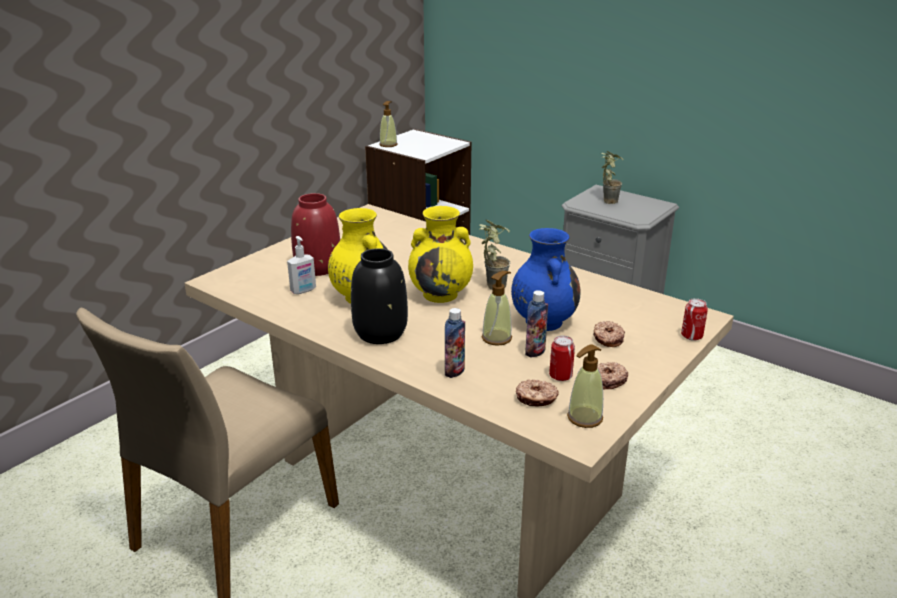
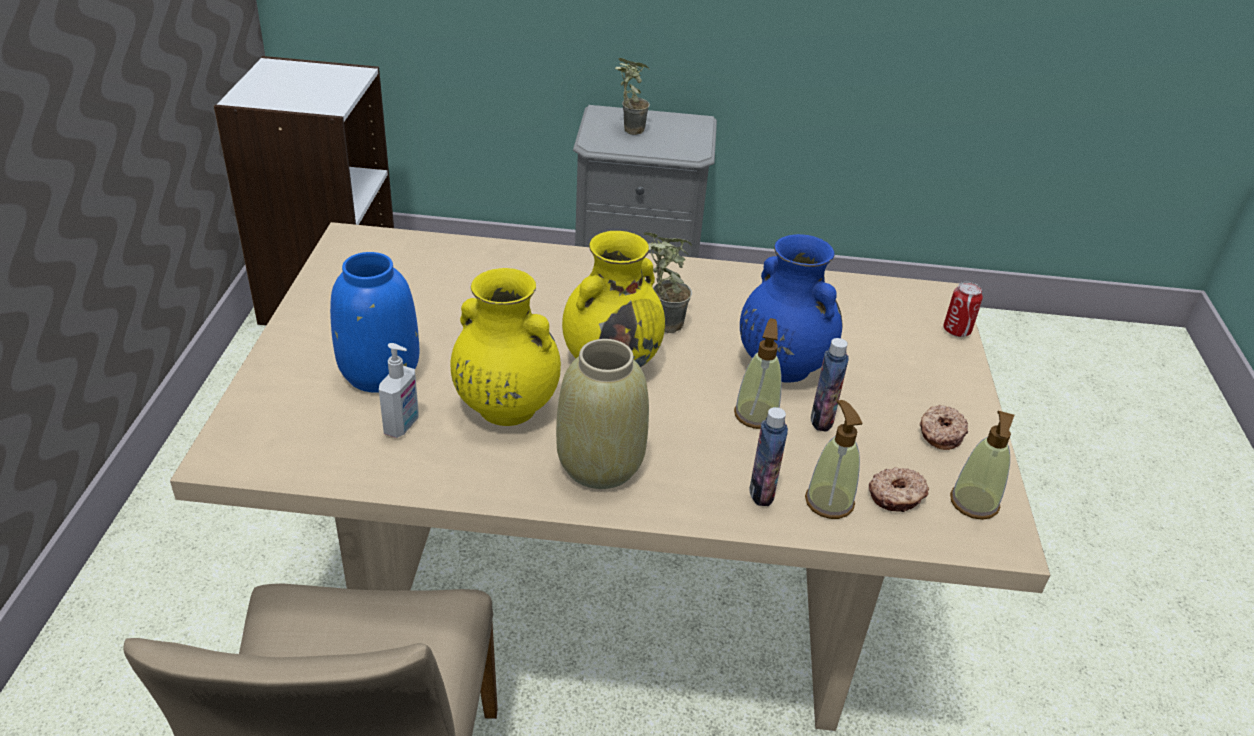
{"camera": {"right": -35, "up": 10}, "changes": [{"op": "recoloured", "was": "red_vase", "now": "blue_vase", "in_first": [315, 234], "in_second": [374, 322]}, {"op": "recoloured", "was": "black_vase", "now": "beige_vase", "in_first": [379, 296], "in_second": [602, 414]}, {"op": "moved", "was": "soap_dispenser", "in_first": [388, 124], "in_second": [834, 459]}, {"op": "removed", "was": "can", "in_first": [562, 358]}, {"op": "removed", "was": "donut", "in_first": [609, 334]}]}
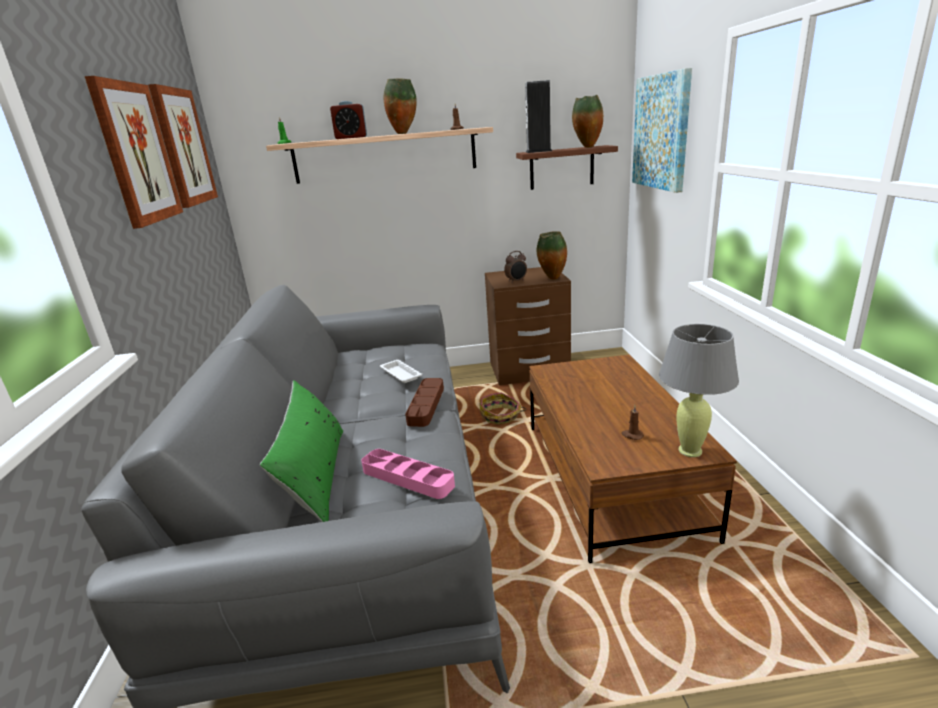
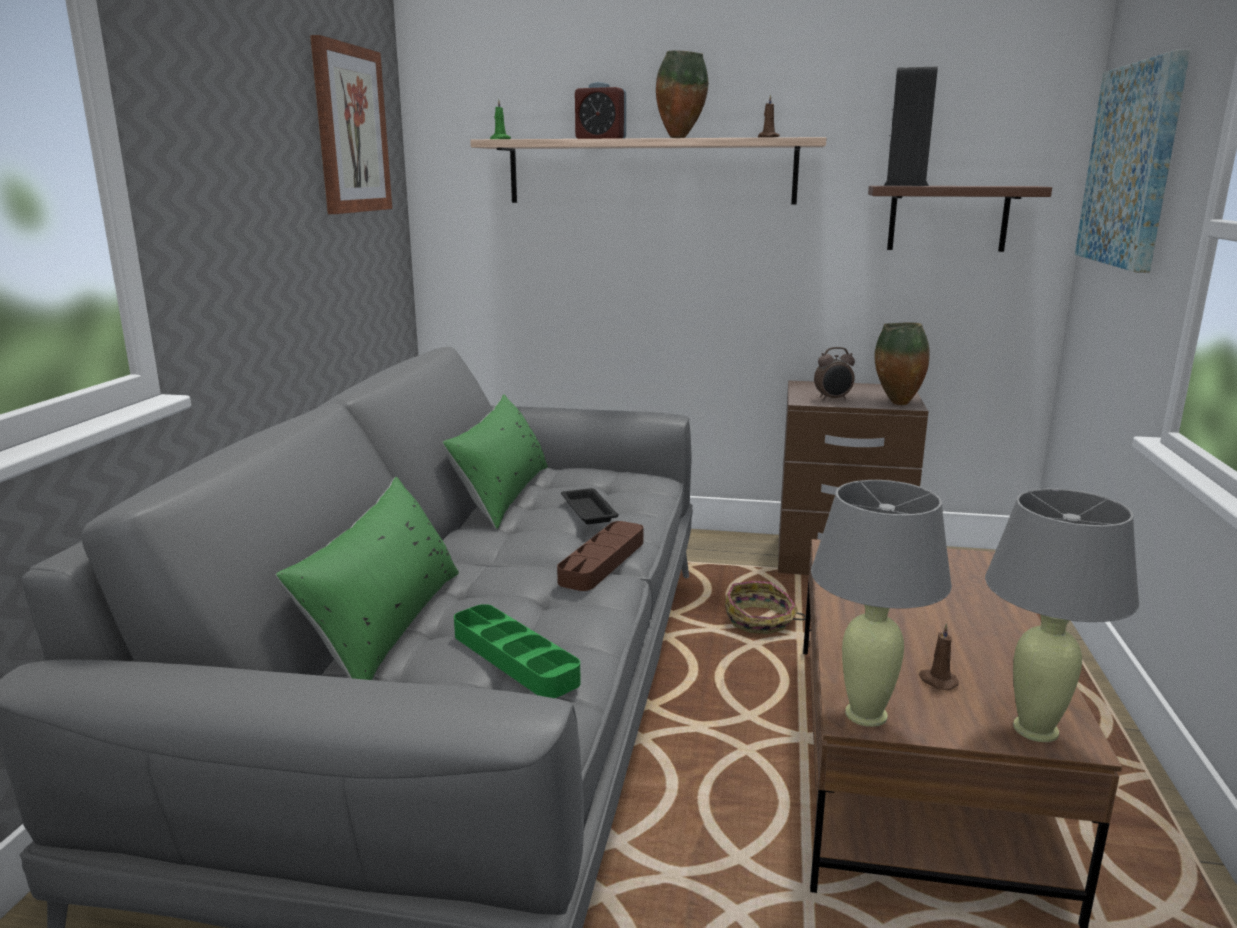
{"camera": {"right": 15, "up": -5}, "changes": [{"op": "added", "now": "green_pillow", "in_second": [495, 461]}, {"op": "recoloured", "was": "pink_tray", "now": "green_tray", "in_first": [408, 474], "in_second": [517, 651]}, {"op": "recoloured", "was": "white_tray", "now": "black_tray", "in_first": [401, 371], "in_second": [589, 506]}, {"op": "added", "now": "grey_table_lamp", "in_second": [881, 603]}, {"op": "removed", "was": "picture", "in_first": [134, 152]}, {"op": "removed", "was": "vase", "in_first": [587, 121]}]}
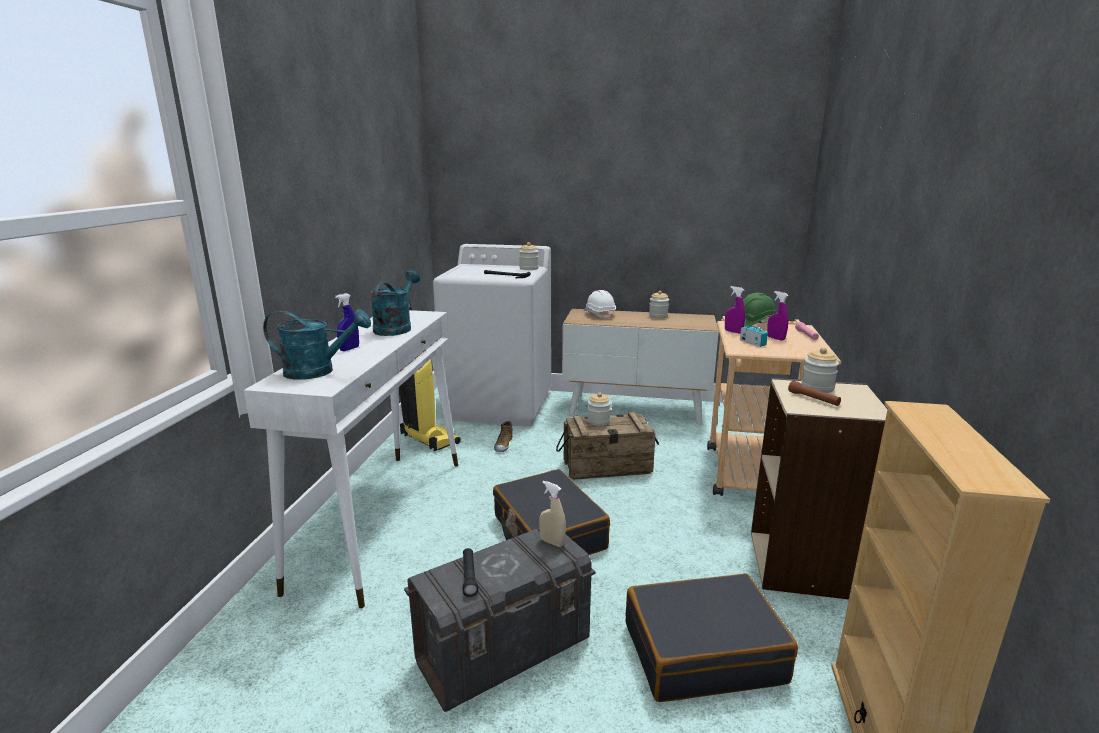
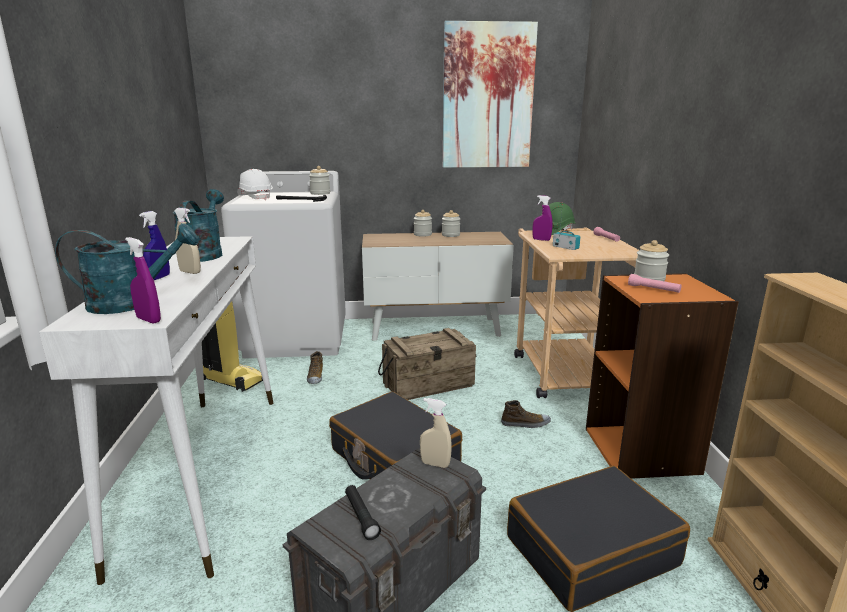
{"camera": {"right": -15, "up": 0}, "changes": [{"op": "moved", "was": "purple_spray_bottle", "in_first": [777, 316], "in_second": [143, 280]}, {"op": "added", "now": "beige_spray_bottle", "in_second": [187, 241]}, {"op": "moved", "was": "white_hard_hat", "in_first": [600, 304], "in_second": [255, 184]}, {"op": "moved", "was": "jar", "in_first": [599, 409], "in_second": [423, 223]}, {"op": "added", "now": "picture", "in_second": [490, 94]}, {"op": "added", "now": "shoe", "in_second": [526, 414]}, {"op": "recoloured", "was": "beige_bookcase", "now": "orange_bookcase", "in_first": [819, 488], "in_second": [662, 376]}, {"op": "recoloured", "was": "brown_flashlight", "now": "pink_flashlight", "in_first": [814, 393], "in_second": [655, 283]}]}
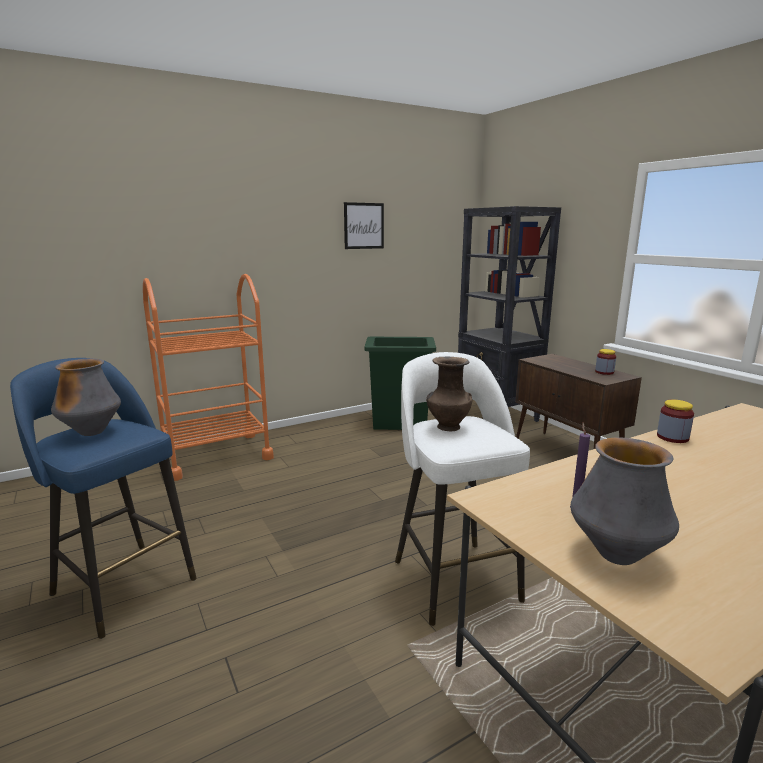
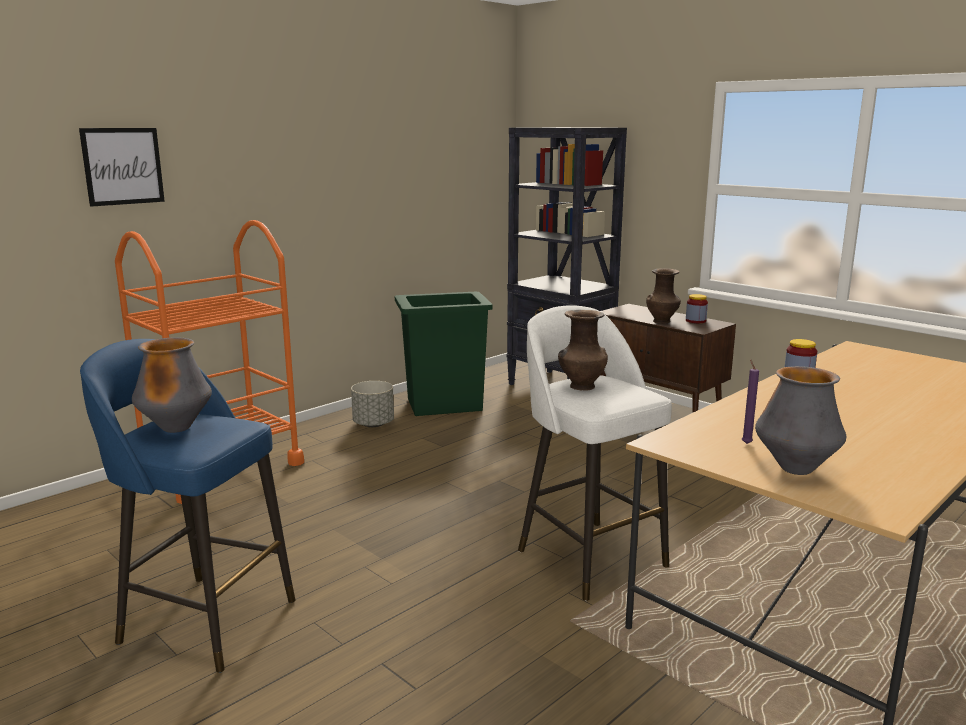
{"camera": {"right": -15, "up": 0}, "changes": [{"op": "moved", "was": "picture", "in_first": [364, 225], "in_second": [122, 167]}, {"op": "added", "now": "grey_planter", "in_second": [372, 404]}, {"op": "added", "now": "brown_vase", "in_second": [663, 295]}]}
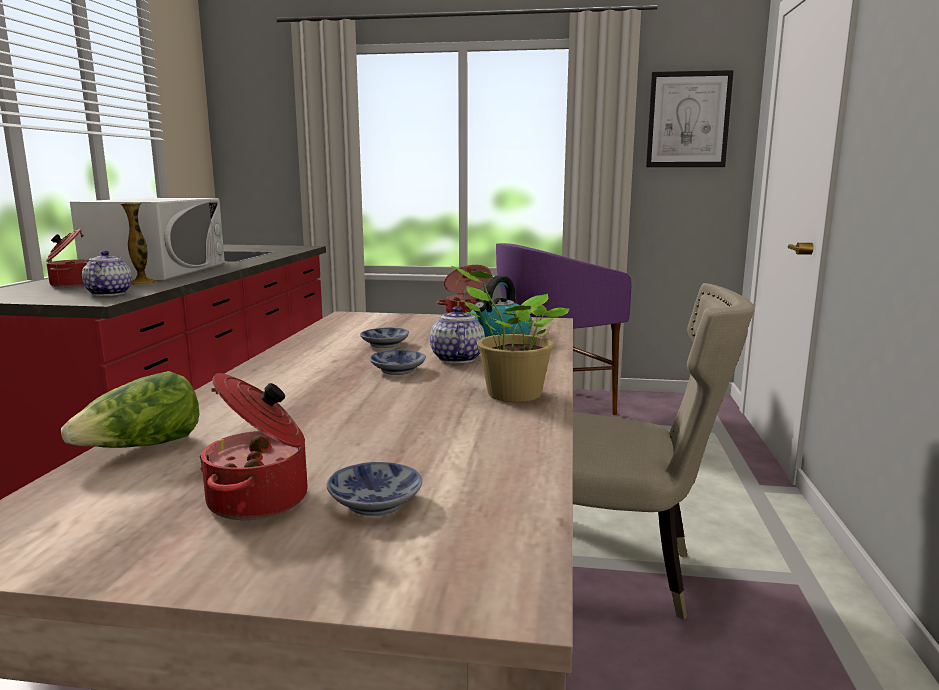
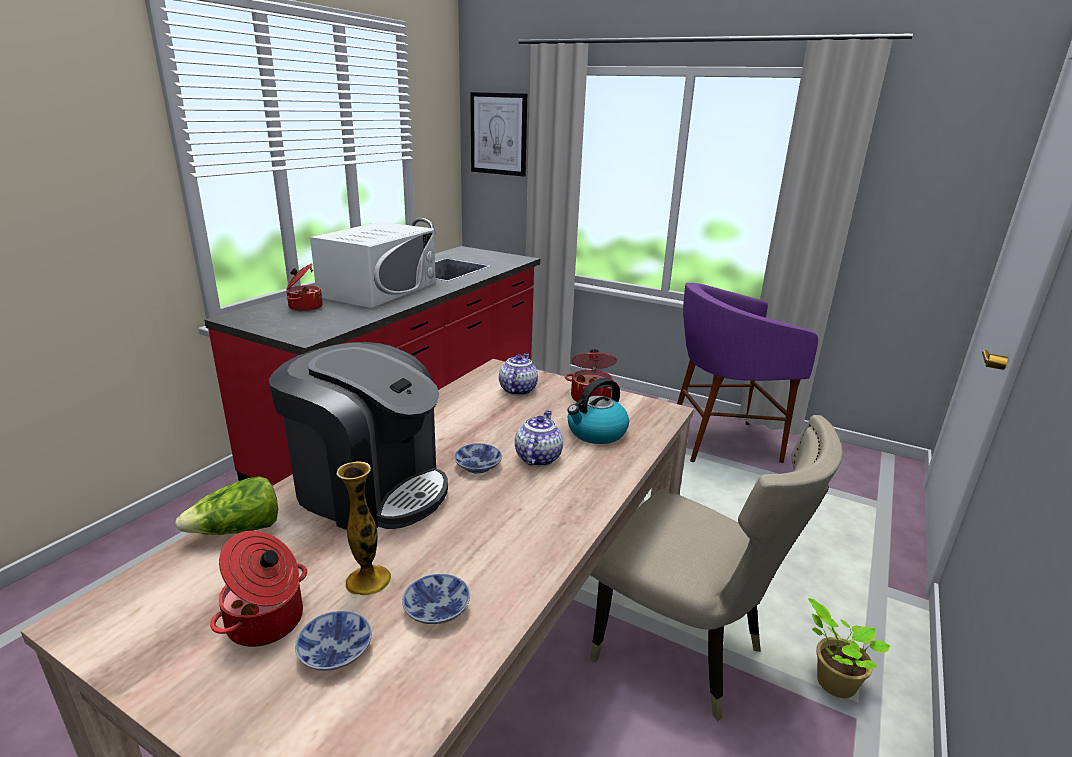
{"camera": {"right": 20, "up": 10}, "changes": [{"op": "added", "now": "coffee_machine", "in_second": [358, 436]}, {"op": "moved", "was": "vase", "in_first": [139, 244], "in_second": [364, 528]}, {"op": "moved", "was": "bowl", "in_first": [384, 337], "in_second": [436, 599]}, {"op": "moved", "was": "picture", "in_first": [690, 118], "in_second": [498, 134]}, {"op": "moved", "was": "teapot", "in_first": [107, 273], "in_second": [518, 374]}, {"op": "moved", "was": "potted_plant", "in_first": [510, 334], "in_second": [849, 648]}]}
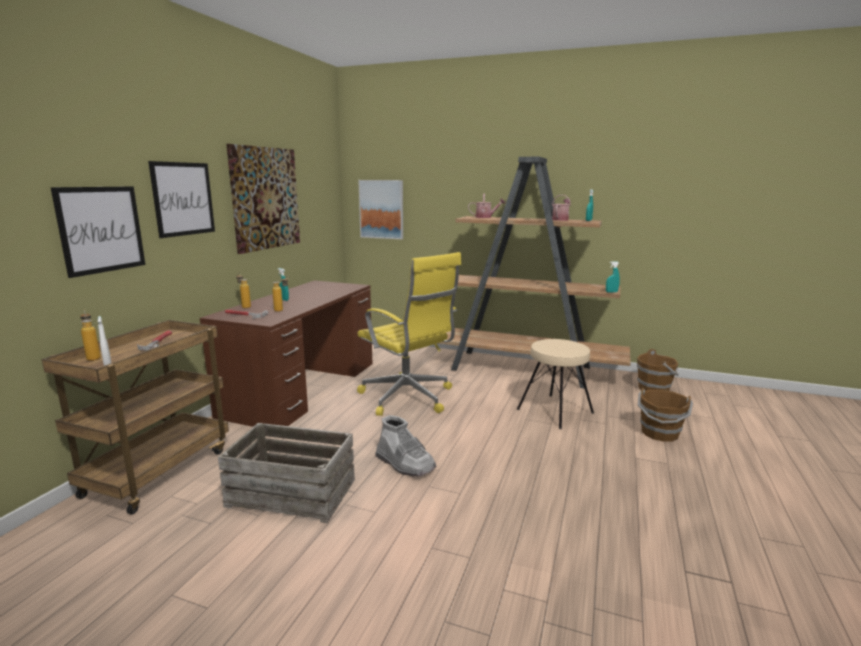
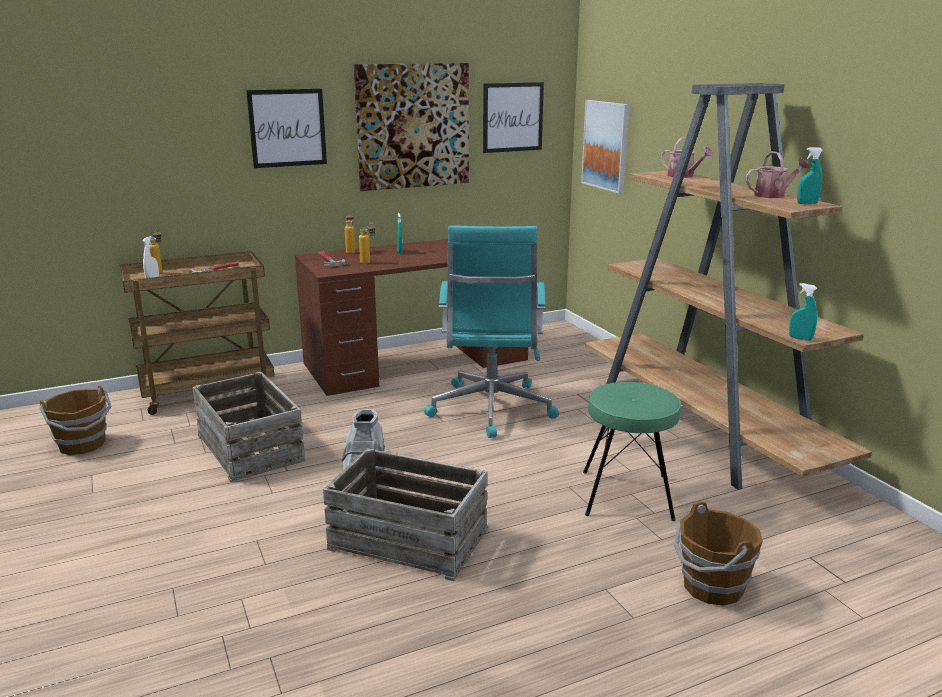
{"camera": {"right": 45, "up": 5}, "changes": [{"op": "moved", "was": "brown_bucket", "in_first": [658, 370], "in_second": [76, 420]}, {"op": "added", "now": "crate", "in_second": [405, 514]}, {"op": "recoloured", "was": "yellow_office_chair", "now": "turquoise_office_chair", "in_first": [409, 334], "in_second": [491, 331]}, {"op": "moved", "was": "picture", "in_first": [98, 232], "in_second": [513, 117]}, {"op": "recoloured", "was": "beige_stool", "now": "green_stool", "in_first": [555, 384], "in_second": [632, 451]}]}
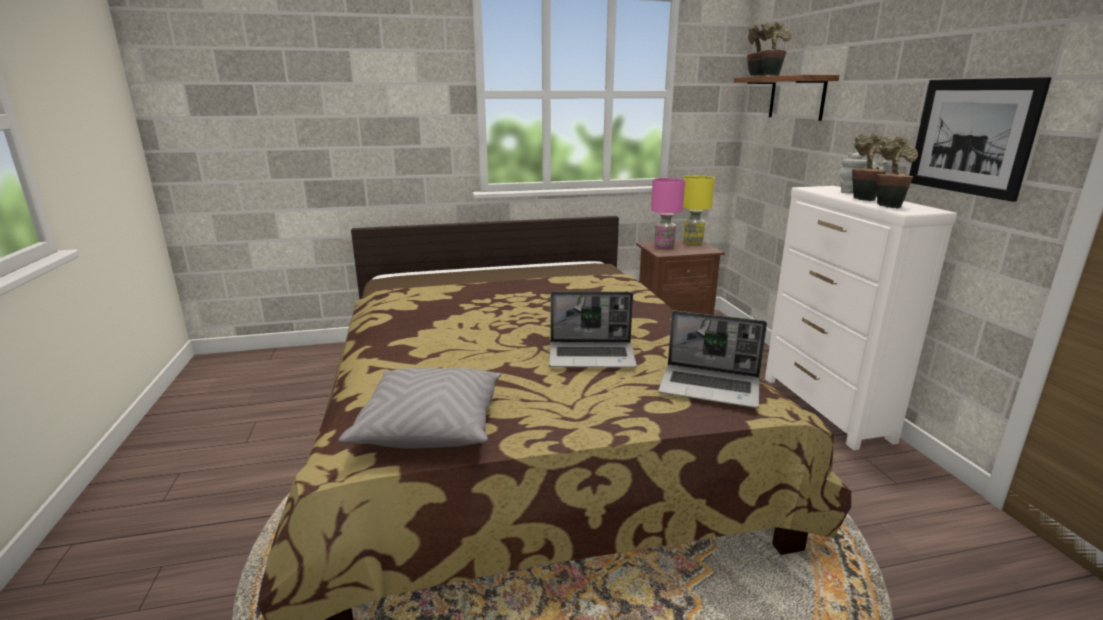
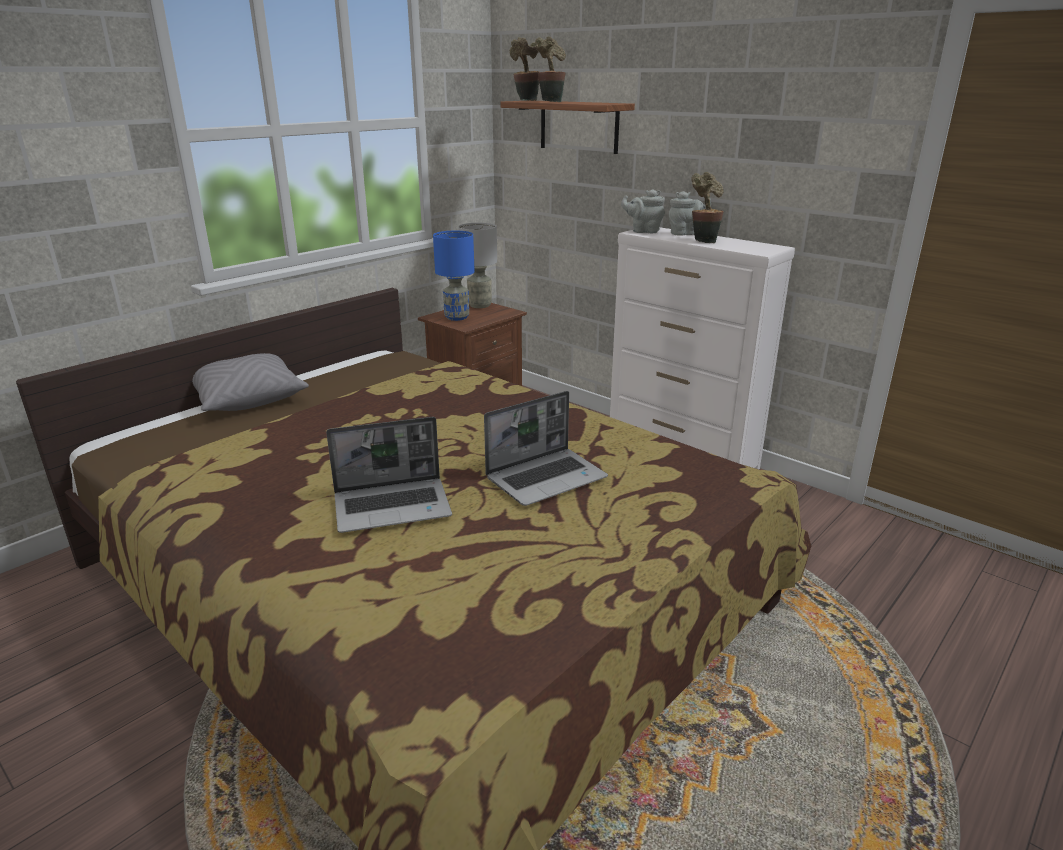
{"camera": {"right": -35, "up": 5}, "changes": [{"op": "moved", "was": "grey_pillow", "in_first": [419, 408], "in_second": [250, 382]}, {"op": "moved", "was": "laptop", "in_first": [712, 359], "in_second": [389, 475]}, {"op": "recoloured", "was": "pink_table_lamp", "now": "blue_table_lamp", "in_first": [668, 213], "in_second": [454, 276]}, {"op": "recoloured", "was": "yellow_table_lamp", "now": "grey_table_lamp", "in_first": [699, 210], "in_second": [477, 265]}, {"op": "added", "now": "grey_teapot", "in_second": [643, 211]}, {"op": "removed", "was": "potted_plant", "in_first": [897, 172]}, {"op": "removed", "was": "picture", "in_first": [980, 139]}]}
